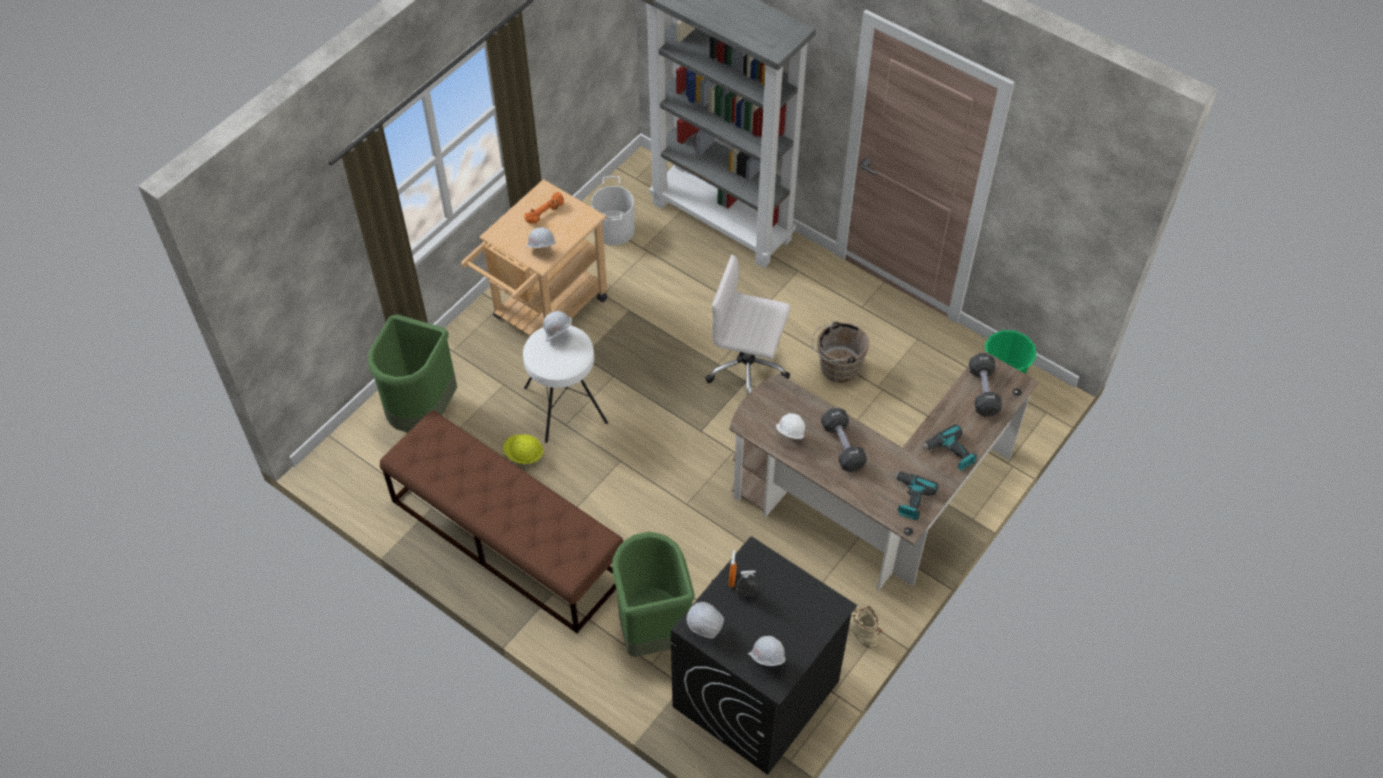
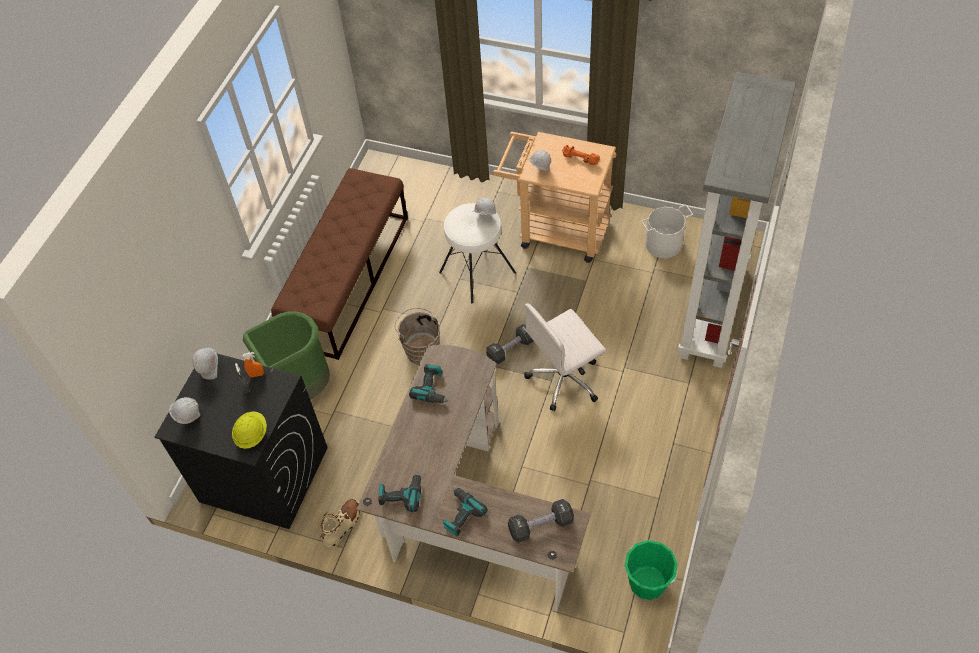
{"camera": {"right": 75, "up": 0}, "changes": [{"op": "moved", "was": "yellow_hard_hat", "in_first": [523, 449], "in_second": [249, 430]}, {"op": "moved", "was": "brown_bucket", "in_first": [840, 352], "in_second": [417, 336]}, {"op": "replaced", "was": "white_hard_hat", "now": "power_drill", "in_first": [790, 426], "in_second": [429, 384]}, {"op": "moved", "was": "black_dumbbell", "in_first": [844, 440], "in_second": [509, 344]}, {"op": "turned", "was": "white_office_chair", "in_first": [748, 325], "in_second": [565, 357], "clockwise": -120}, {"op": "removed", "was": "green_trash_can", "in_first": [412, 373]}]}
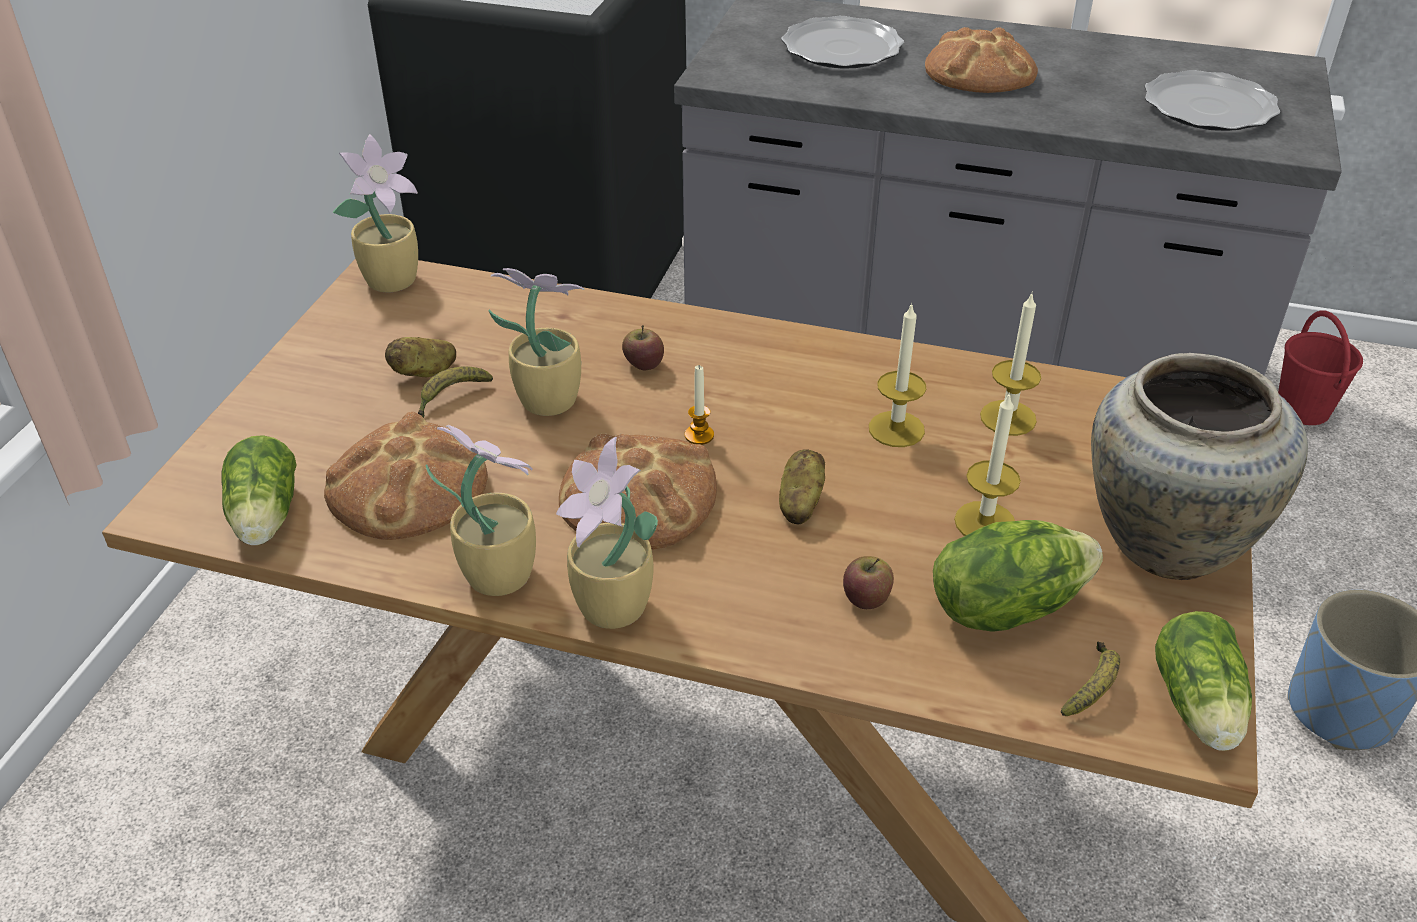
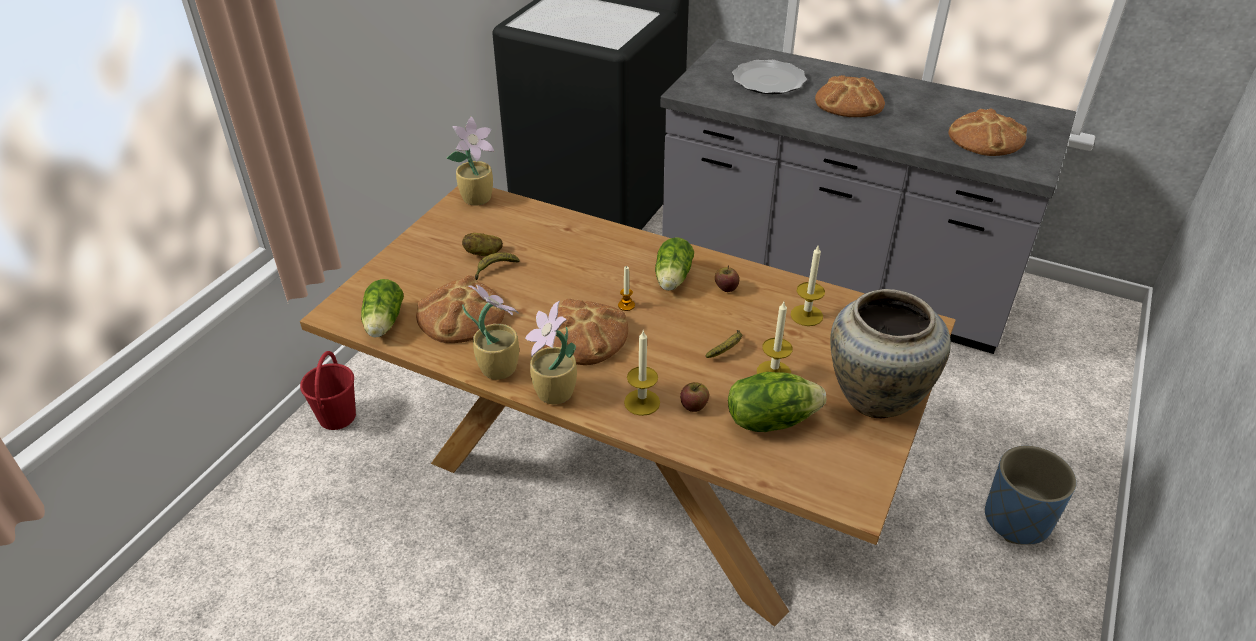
{"camera": {"right": 10, "up": 0}, "changes": [{"op": "moved", "was": "red_bucket", "in_first": [1320, 367], "in_second": [328, 390]}, {"op": "moved", "was": "candle", "in_first": [897, 374], "in_second": [642, 373]}, {"op": "moved", "was": "lettuce", "in_first": [1203, 681], "in_second": [674, 264]}, {"op": "moved", "was": "banana", "in_first": [1090, 679], "in_second": [723, 344]}, {"op": "moved", "was": "apple", "in_first": [643, 347], "in_second": [727, 278]}, {"op": "replaced", "was": "plate", "now": "bread", "in_first": [1212, 100], "in_second": [987, 132]}, {"op": "removed", "was": "potted_plant", "in_first": [536, 342]}, {"op": "removed", "was": "potato", "in_first": [802, 486]}]}
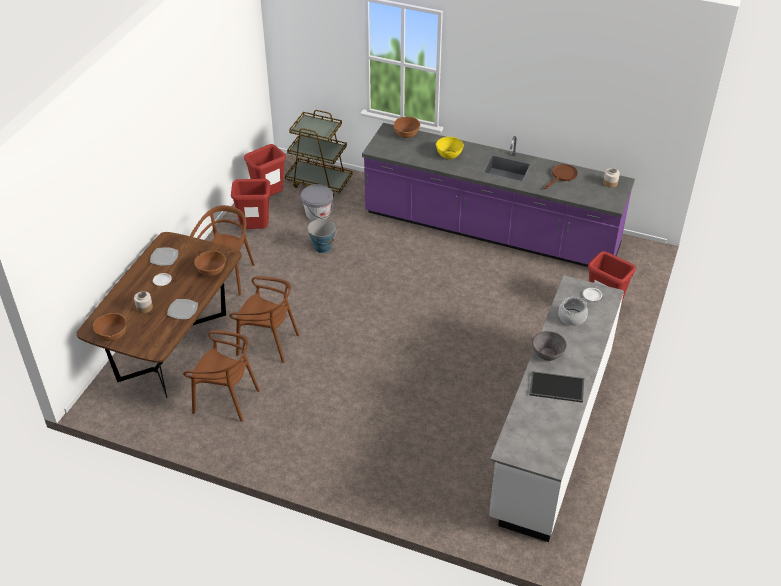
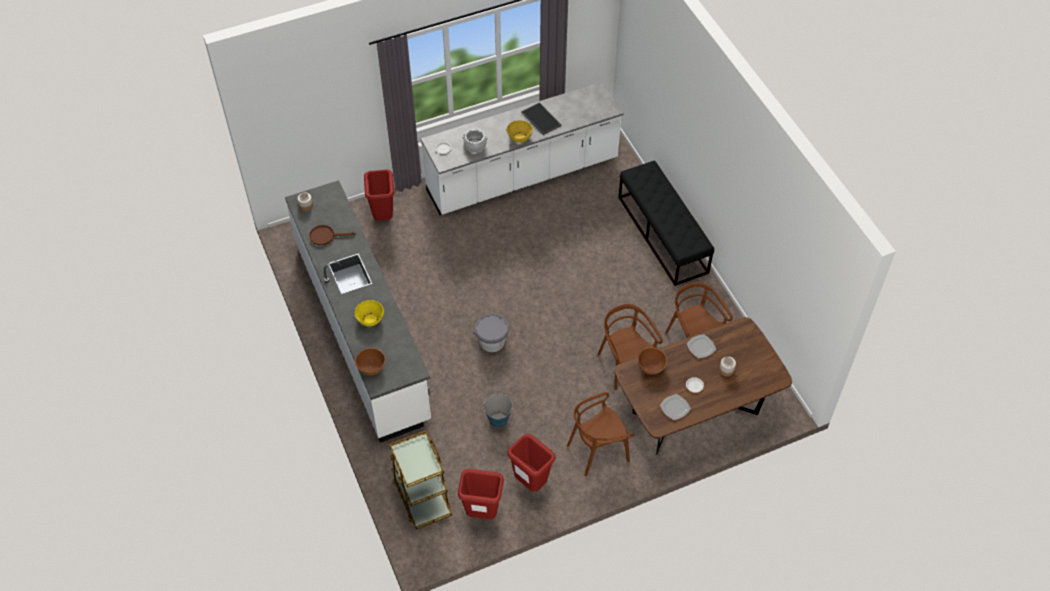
{"camera": {"right": -135, "up": 10}, "changes": [{"op": "recoloured", "was": "purple_counter", "now": "white_counter", "in_first": [498, 195], "in_second": [358, 311]}, {"op": "moved", "was": "grey_bucket", "in_first": [317, 202], "in_second": [491, 333]}, {"op": "recoloured", "was": "grey_bowl", "now": "yellow_bowl", "in_first": [549, 346], "in_second": [520, 131]}, {"op": "added", "now": "black_bench", "in_second": [666, 223]}, {"op": "removed", "was": "brown_bowl", "in_first": [110, 327]}]}
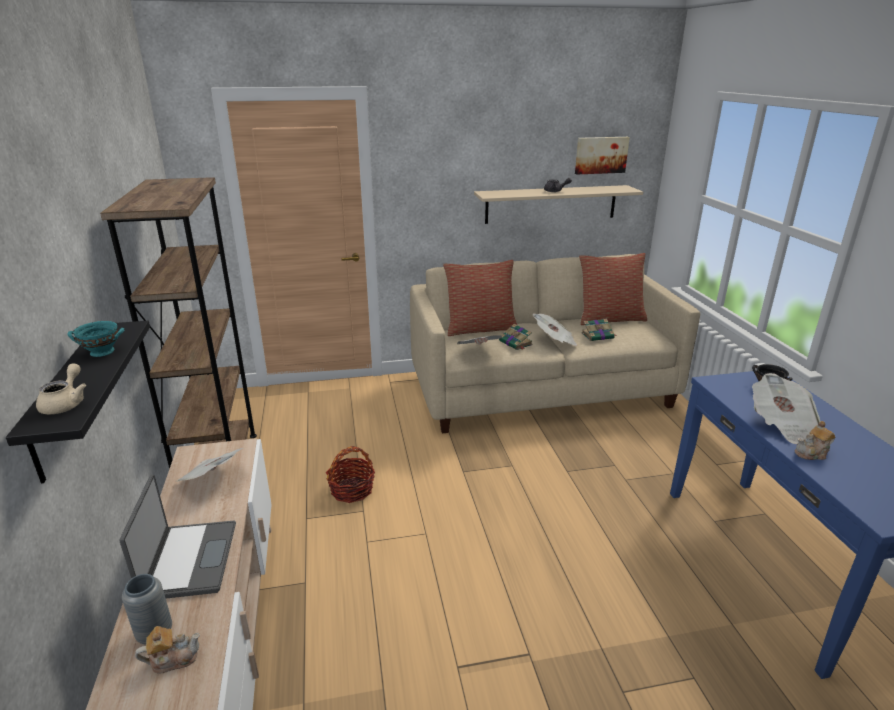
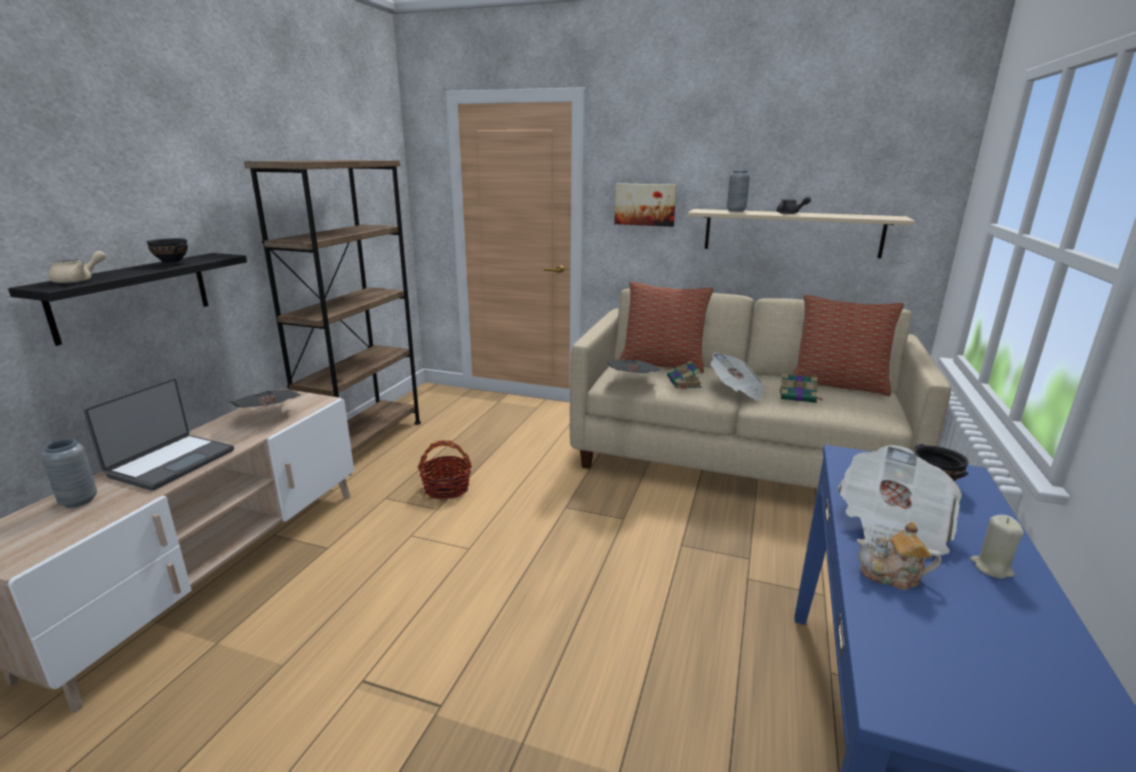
{"camera": {"right": 30, "up": -5}, "changes": [{"op": "recoloured", "was": "turquoise_bowl", "now": "black_bowl", "in_first": [96, 339], "in_second": [167, 251]}, {"op": "moved", "was": "picture", "in_first": [602, 155], "in_second": [645, 205]}, {"op": "added", "now": "grey_vase", "in_second": [738, 191]}, {"op": "added", "now": "beige_candle", "in_second": [997, 547]}, {"op": "removed", "was": "teapot", "in_first": [167, 649]}]}
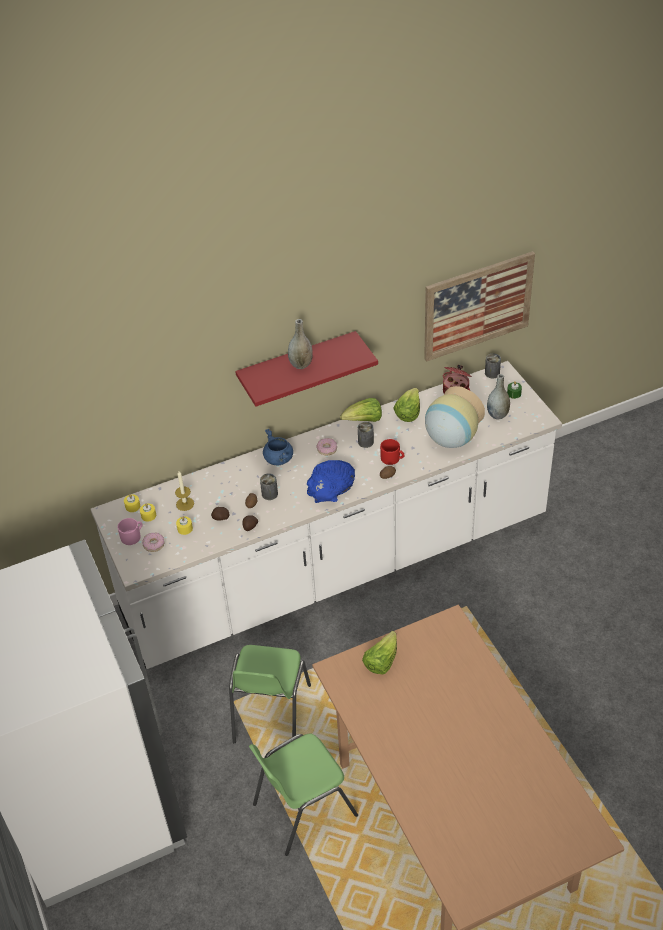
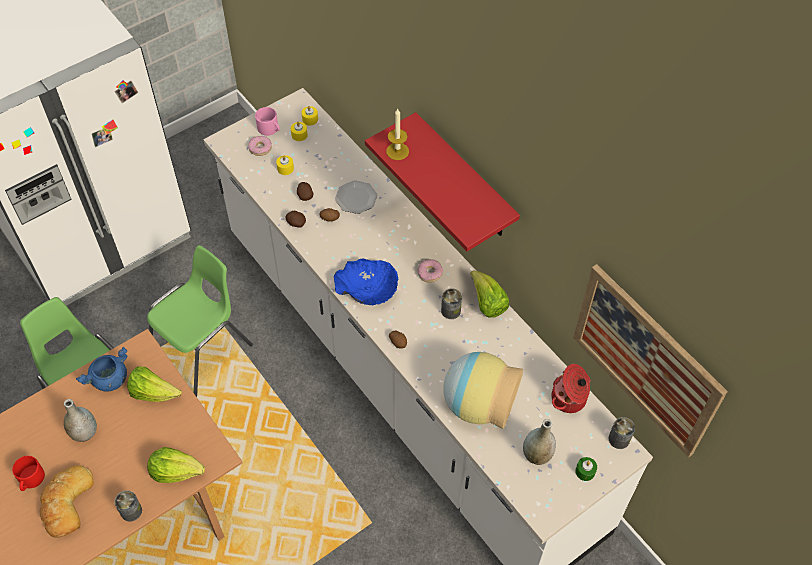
{"camera": {"right": 75, "up": 10}, "changes": [{"op": "moved", "was": "red_mug", "in_first": [392, 452], "in_second": [28, 473]}, {"op": "added", "now": "bread", "in_second": [67, 501]}, {"op": "moved", "was": "grey_vase", "in_first": [300, 344], "in_second": [80, 420]}, {"op": "moved", "was": "blue_cooking_pot", "in_first": [278, 447], "in_second": [102, 369]}, {"op": "moved", "was": "can", "in_first": [269, 486], "in_second": [128, 506]}, {"op": "turned", "was": "green_chair", "in_first": [270, 694], "in_second": [200, 321], "clockwise": 135}, {"op": "moved", "was": "lettuce", "in_first": [406, 405], "in_second": [176, 465]}, {"op": "added", "now": "plate", "in_second": [356, 197]}, {"op": "moved", "was": "candle", "in_first": [184, 491], "in_second": [397, 134]}]}
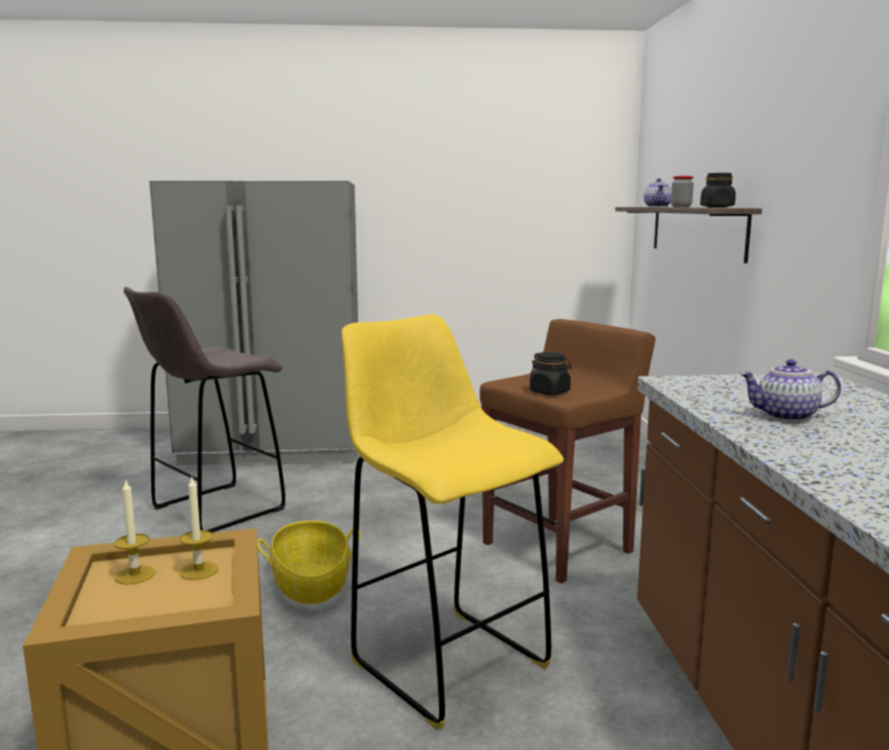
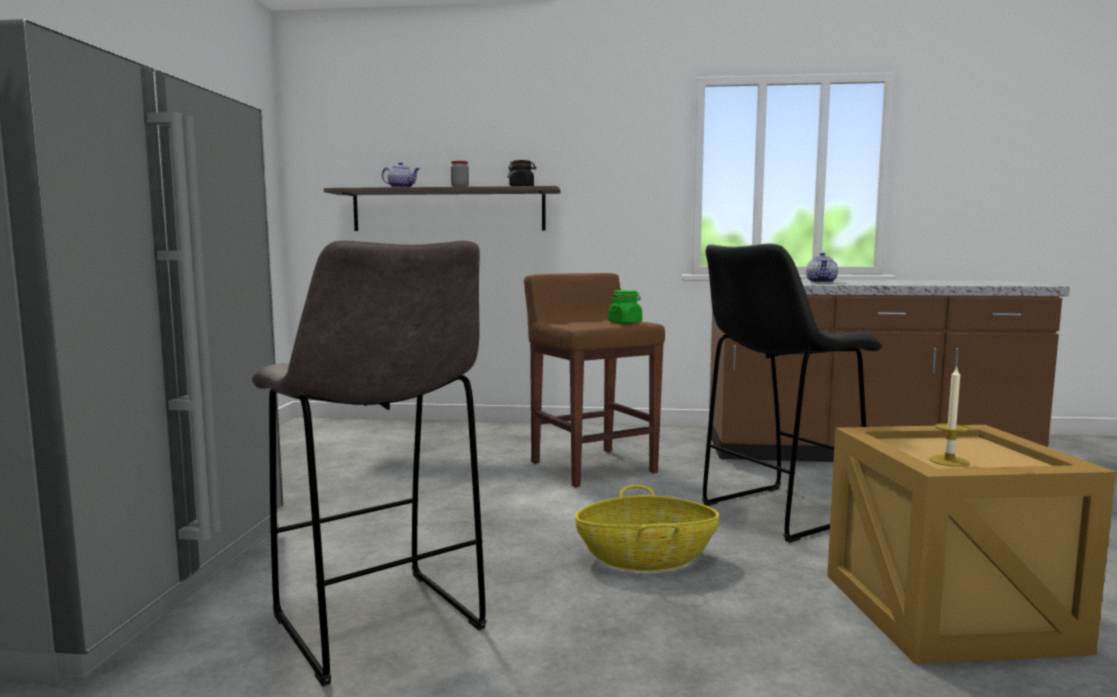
{"camera": {"right": -80, "up": -5}, "changes": [{"op": "recoloured", "was": "black_jar", "now": "green_jar", "in_first": [551, 373], "in_second": [625, 307]}, {"op": "recoloured", "was": "yellow_stool", "now": "black_stool", "in_first": [452, 522], "in_second": [792, 393]}, {"op": "removed", "was": "candle", "in_first": [199, 528]}]}
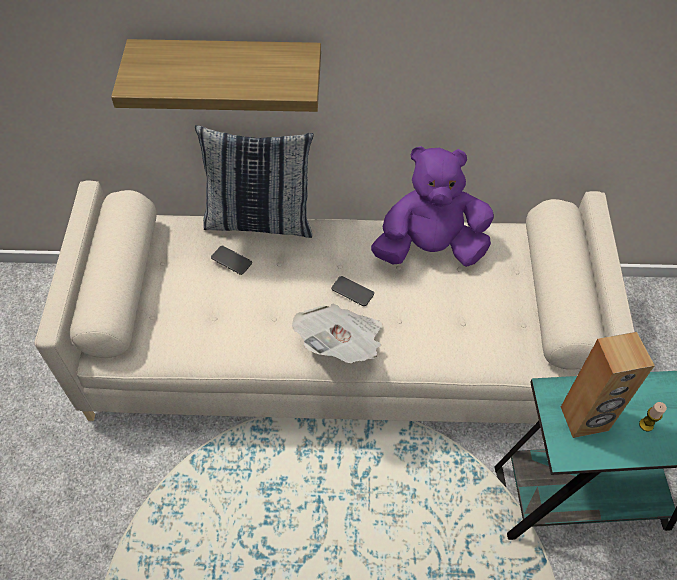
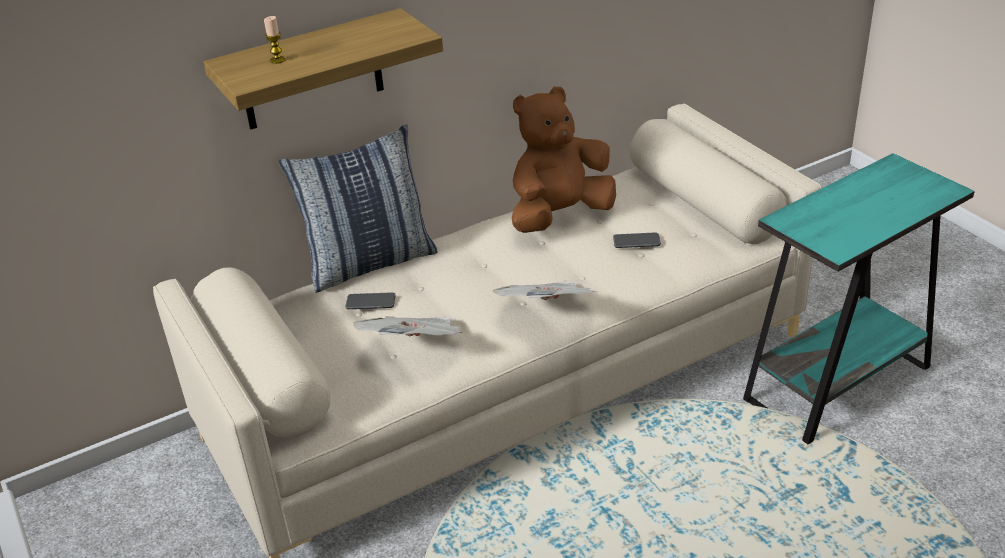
{"camera": {"right": -30, "up": -20}, "changes": [{"op": "moved", "was": "candle", "in_first": [653, 416], "in_second": [274, 40]}, {"op": "added", "now": "newspaper", "in_second": [408, 326]}, {"op": "recoloured", "was": "purple_plush_toy", "now": "brown_plush_toy", "in_first": [432, 206], "in_second": [564, 159]}, {"op": "moved", "was": "phone", "in_first": [352, 291], "in_second": [637, 240]}, {"op": "removed", "was": "brown_speaker", "in_first": [608, 385]}]}
